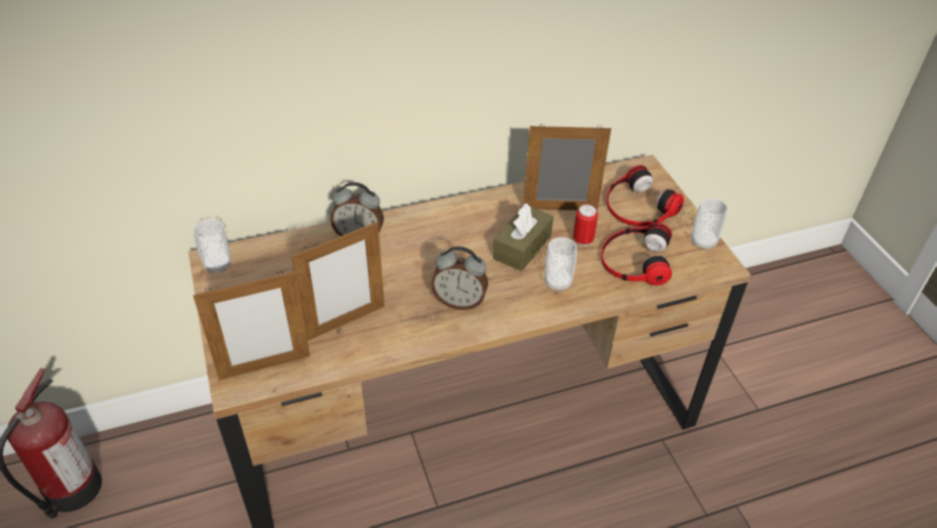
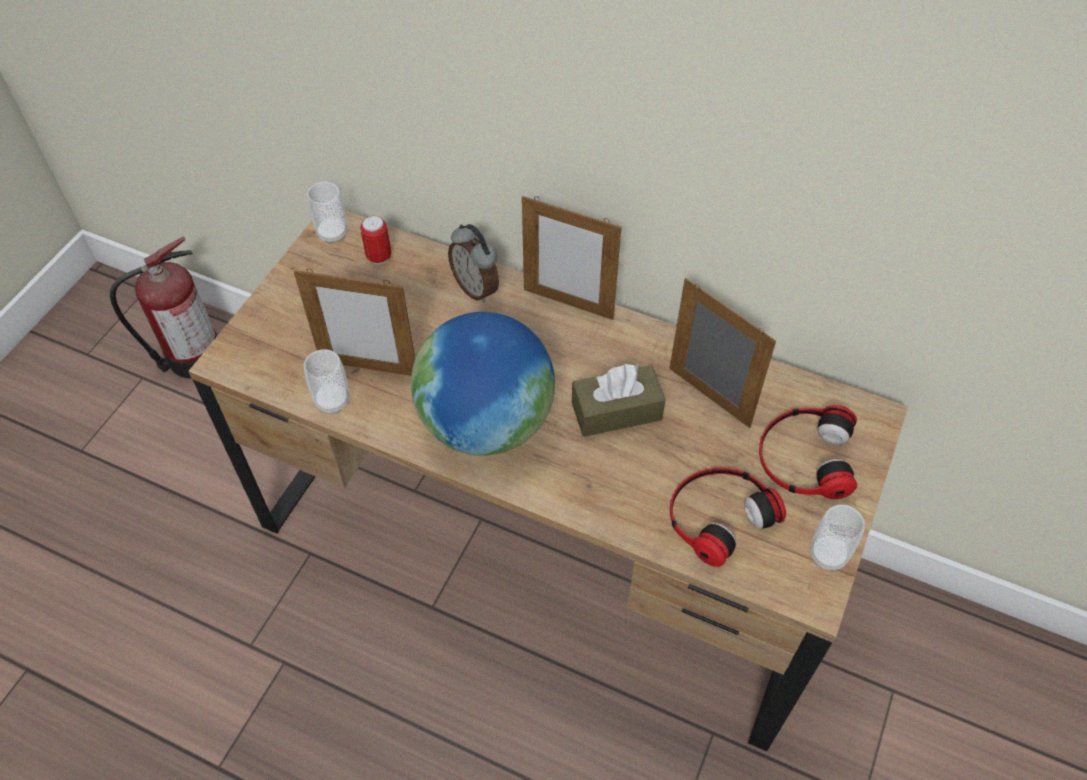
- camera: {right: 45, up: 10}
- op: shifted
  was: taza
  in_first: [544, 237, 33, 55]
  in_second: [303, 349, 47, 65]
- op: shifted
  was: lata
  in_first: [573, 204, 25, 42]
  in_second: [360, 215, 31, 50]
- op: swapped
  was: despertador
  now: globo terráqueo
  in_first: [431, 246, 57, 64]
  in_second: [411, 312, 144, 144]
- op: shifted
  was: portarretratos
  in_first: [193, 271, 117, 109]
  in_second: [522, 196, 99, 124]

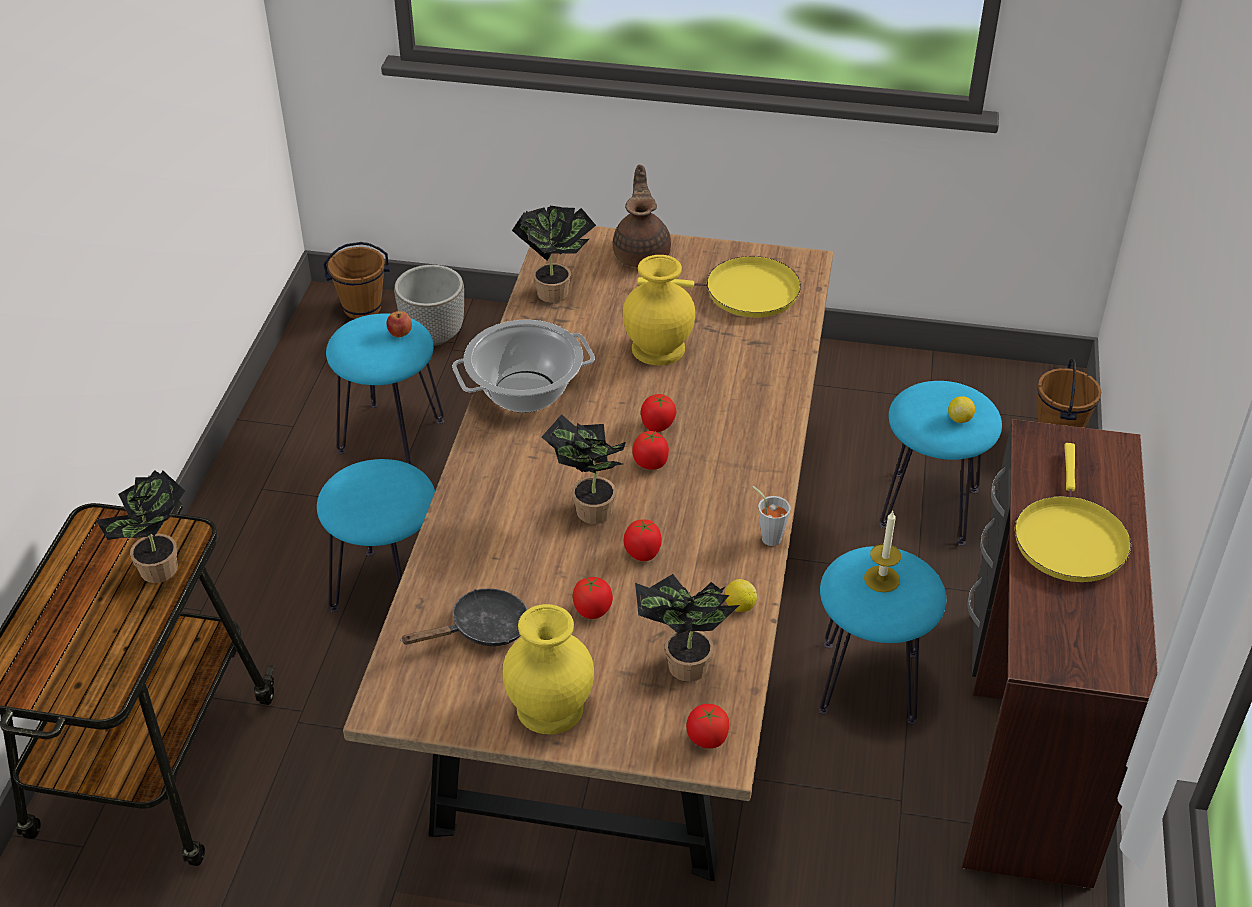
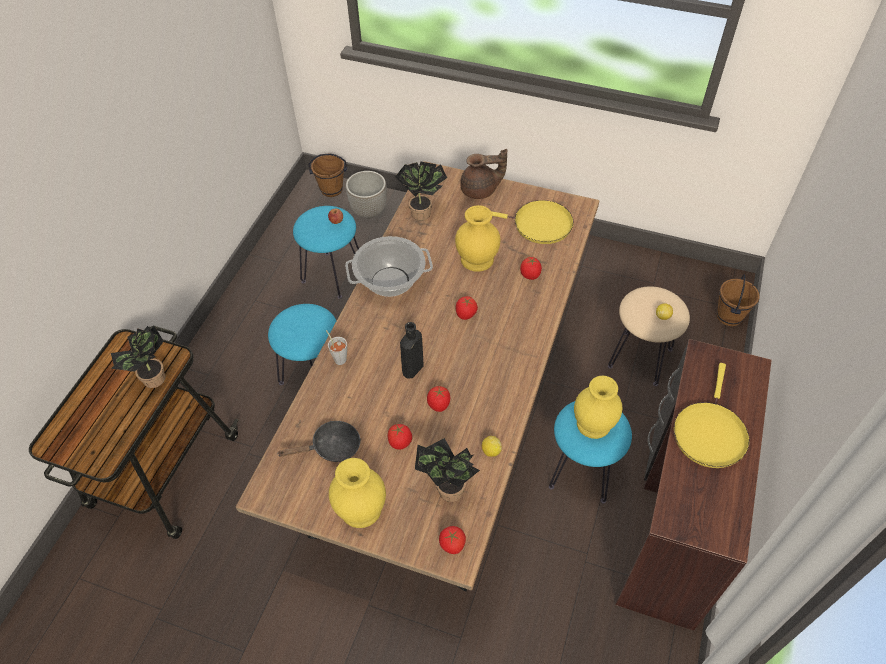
- camera: {right: 10, up: 10}
- op: shifted
  was: taza/gris
  in_first: [752, 486, 39, 60]
  in_second: [326, 330, 21, 35]
- op: swapped
  was: planta en maceta
  now: botella/negro
  in_first: [542, 414, 86, 110]
  in_second: [400, 322, 23, 56]
- op: rotated
  was: tetera/marrón
  in_first: [613, 165, 58, 102]
  in_second: [460, 149, 47, 50]
  clockwise: 75
- op: shifted
  was: tomate
  in_first: [632, 430, 37, 40]
  in_second: [520, 257, 22, 23]
- op: swapped
  was: vela
  now: florero/amarillo
  in_first: [864, 510, 37, 83]
  in_second: [574, 376, 48, 63]
- op: repainted
  was: taburete/turquesa
  now: taburete/beis
  in_first: [879, 381, 123, 165]
  in_second: [608, 286, 82, 100]

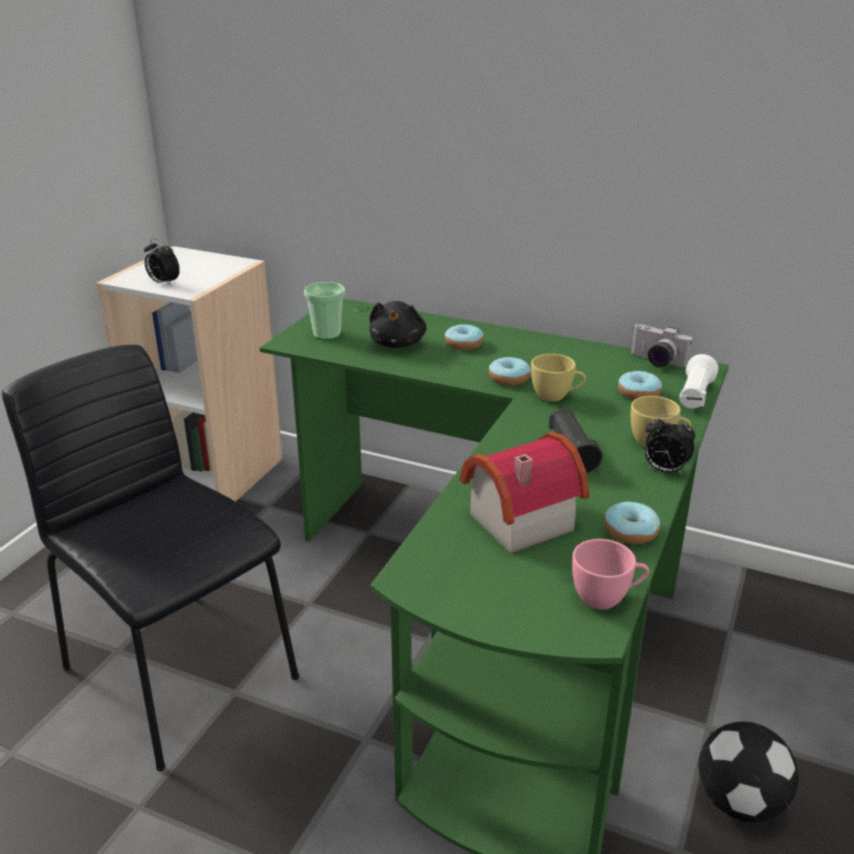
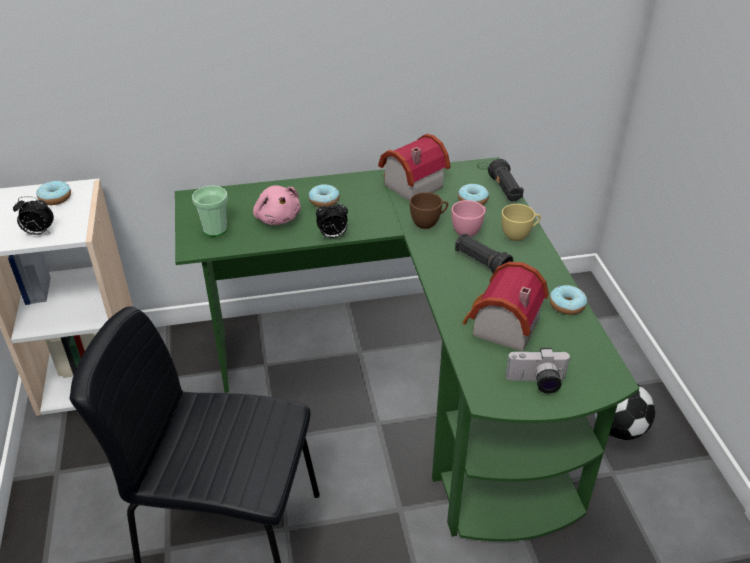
- camera: {right: -35, up: 10}
- op: shifted
  was: rosquilla
  in_first: [489, 357, 42, 29]
  in_second: [36, 181, 35, 24]
- op: repainted
  was: peluche/negro
  now: peluche/rosa
  in_first: [369, 301, 58, 47]
  in_second: [253, 185, 48, 40]
- op: shifted
  was: despertador
  in_first: [645, 414, 50, 62]
  in_second: [316, 201, 32, 37]
- op: new
  now: casita
  in_second: [378, 134, 72, 67]
- op: repainted
  was: taza/amarillo
  now: taza/marrón
  in_first: [531, 354, 55, 48]
  in_second: [410, 192, 38, 37]
- op: shifted
  was: taza/rosa
  in_first: [572, 539, 77, 71]
  in_second: [452, 200, 34, 37]
- op: repainted
  was: linterna/blanco
  now: linterna/negro
  in_first: [679, 354, 39, 55]
  in_second: [488, 159, 36, 43]
- op: shifted
  was: cámara
  in_first: [631, 324, 62, 44]
  in_second: [505, 348, 65, 45]

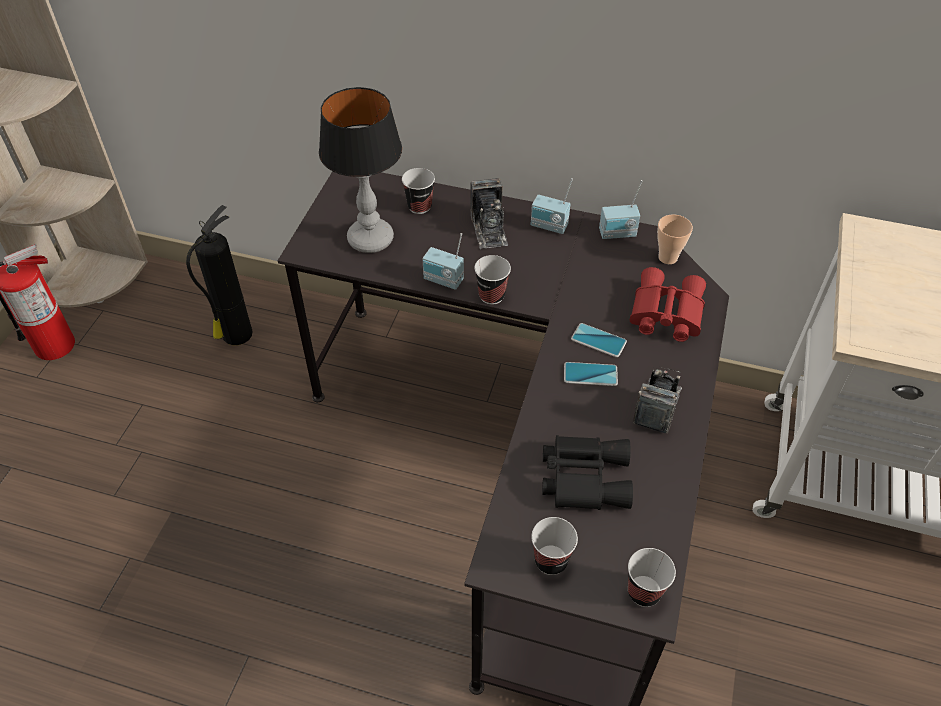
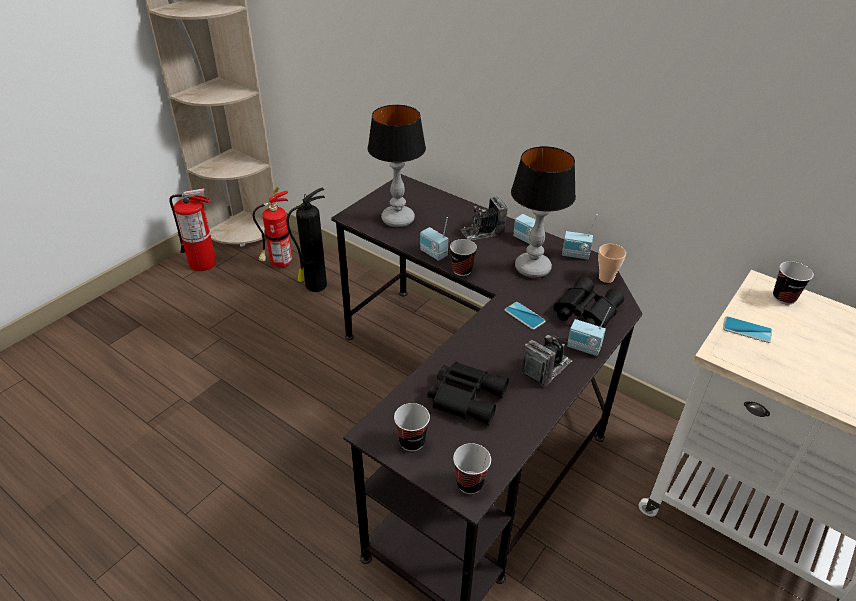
- camera: {right: 20, up: -10}
- op: new
  now: extintor
  in_second: [252, 187, 40, 81]
- op: rotated
  was: cámara
  in_first: [470, 178, 38, 71]
  in_second: [460, 197, 48, 43]
  clockwise: 60
- op: new
  now: lámpara de mesa
  in_second: [511, 146, 65, 132]
- op: repainted
  was: prismáticos/rojo
  now: prismáticos/negro
  in_first: [630, 267, 76, 75]
  in_second: [554, 276, 70, 52]
- op: new
  now: radio
  in_second: [567, 307, 44, 49]
- op: shifted
  was: móvil
  in_first: [564, 362, 54, 24]
  in_second: [723, 316, 50, 27]
- op: shifted
  was: taza
  in_first: [402, 168, 33, 46]
  in_second: [773, 261, 40, 44]

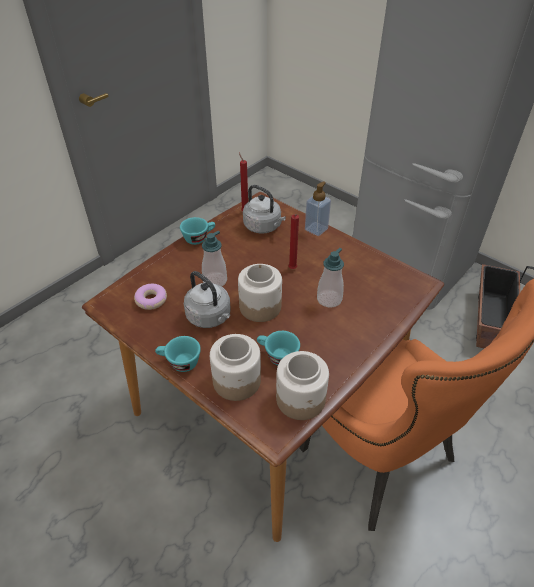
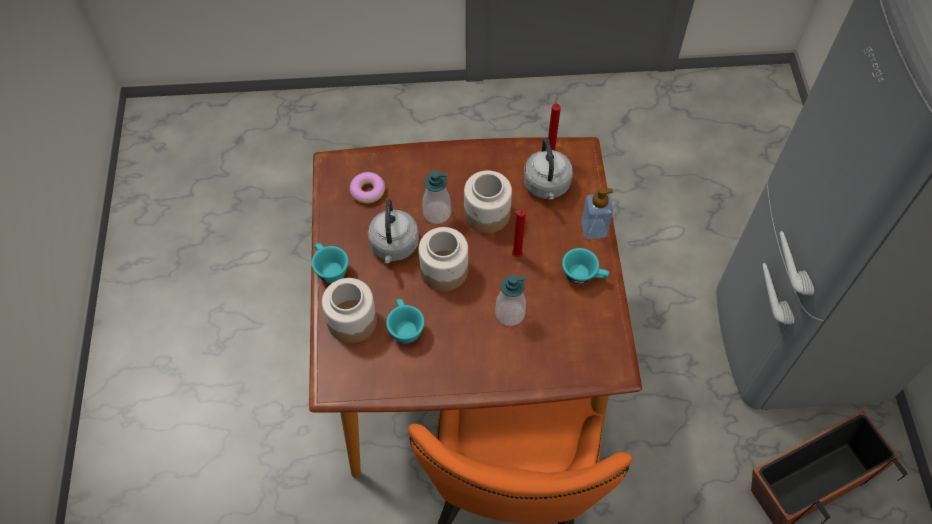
- camera: {right: 45, up: 15}
- op: shifted
  was: tarro
  in_first: [276, 351, 53, 69]
  in_second: [464, 170, 48, 63]
- op: shifted
  was: taza/turquesa
  in_first: [180, 217, 35, 28]
  in_second: [562, 248, 47, 37]

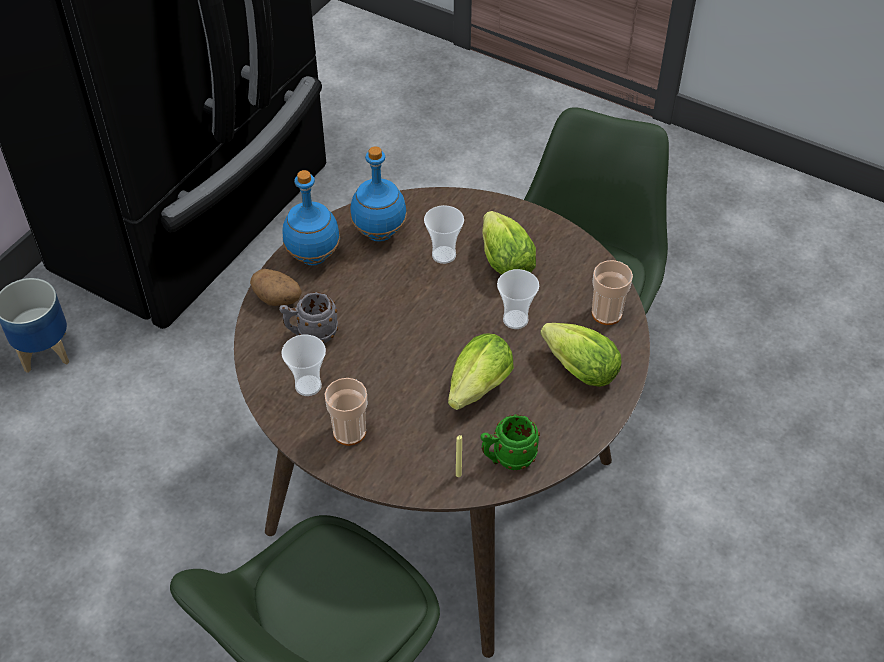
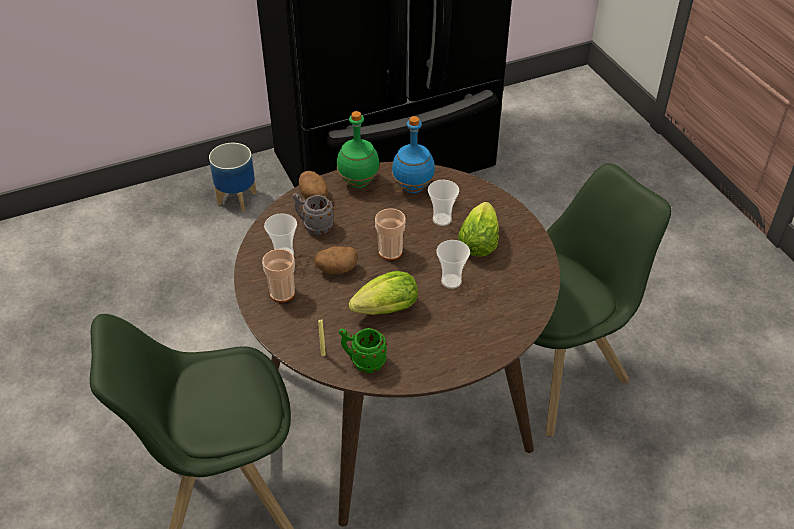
- camera: {right: 35, up: -5}
- op: new
  now: patata
  in_second: [314, 246, 44, 28]
- op: repainted
  was: botella/azul
  now: botella/verde
  in_first: [282, 170, 58, 96]
  in_second: [337, 111, 43, 77]
- op: shifted
  was: taza
  in_first: [592, 260, 41, 65]
  in_second: [375, 208, 31, 52]
- op: gone
  was: lechuga
  in_first: [540, 323, 81, 64]

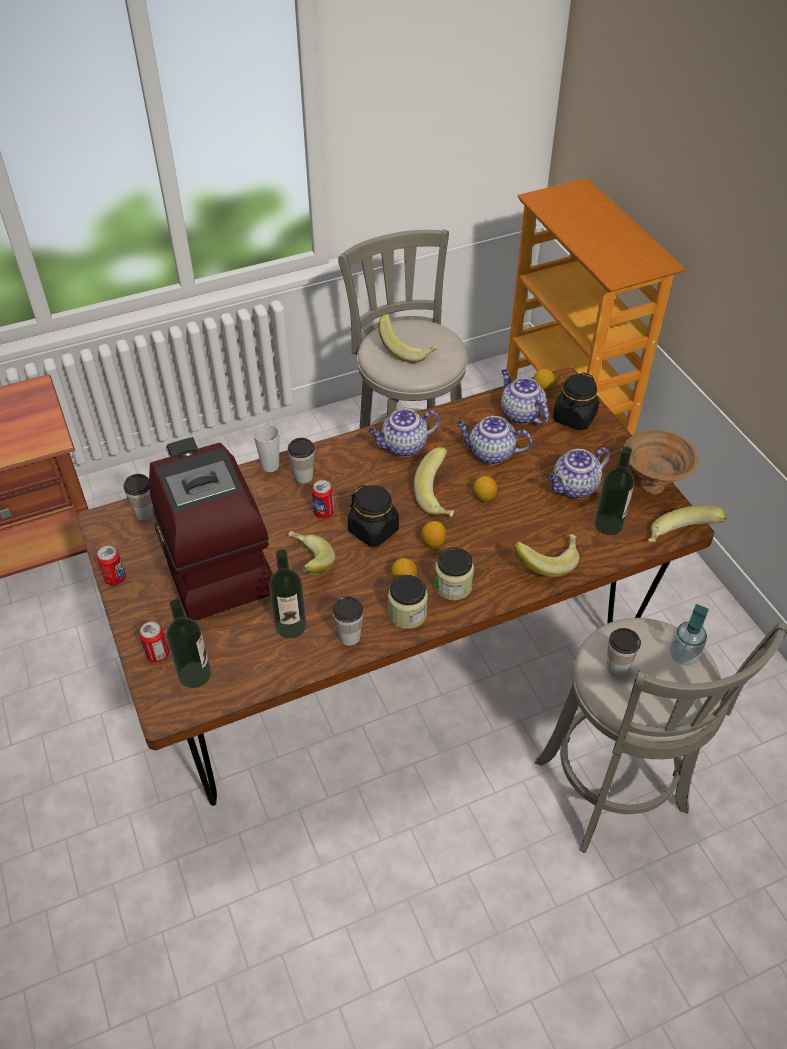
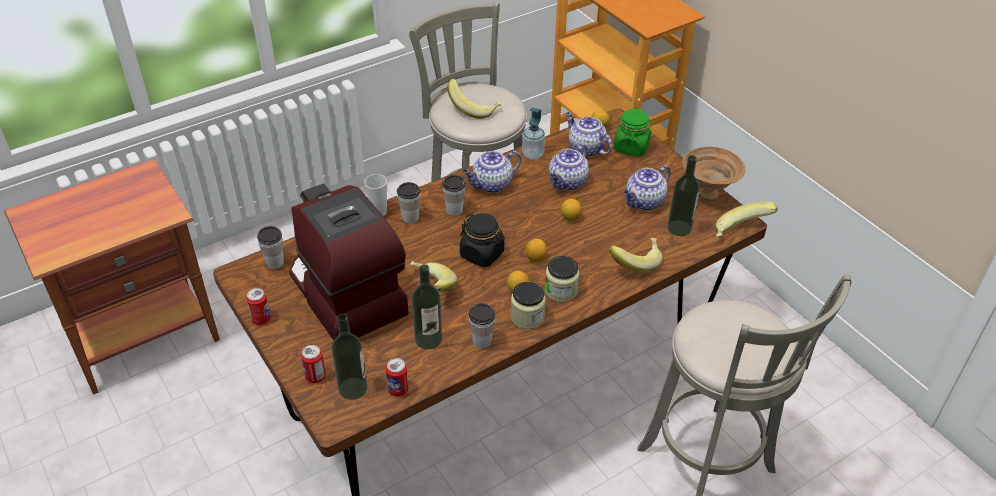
- camera: {right: -10, up: -5}
- op: shifted
  was: lata
  in_first: [312, 480, 22, 39]
  in_second: [386, 358, 23, 39]
- op: shifted
  was: taza
  in_first: [606, 628, 35, 48]
  in_second: [442, 175, 24, 41]
- op: shifted
  was: dispensador de jabón
  in_first: [670, 604, 39, 61]
  in_second: [522, 108, 23, 52]
- op: rotated
  was: tetera
  in_first: [456, 416, 76, 48]
  in_second: [549, 144, 40, 46]
  clockwise: -60
- op: repainted
  was: tarro/negro
  now: tarro/verde
  in_first: [553, 372, 46, 58]
  in_second: [614, 108, 37, 49]
- op: gone
  was: plátano
  in_first: [414, 447, 40, 70]

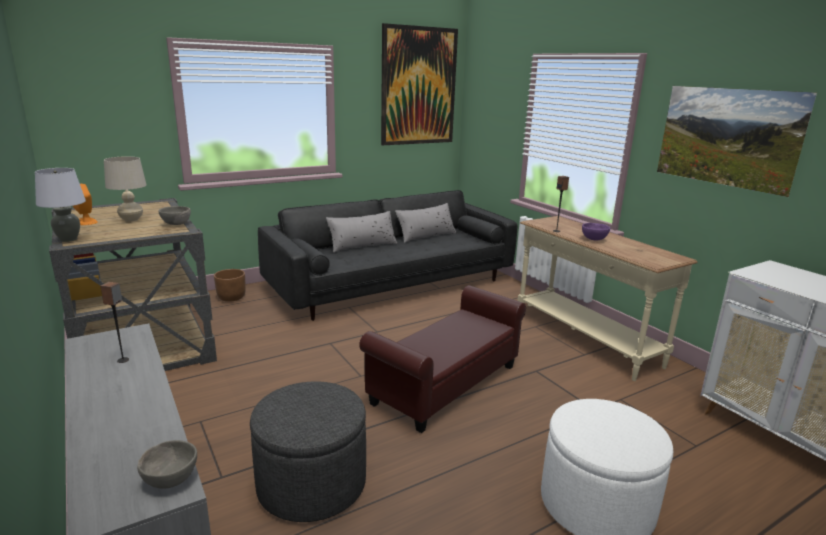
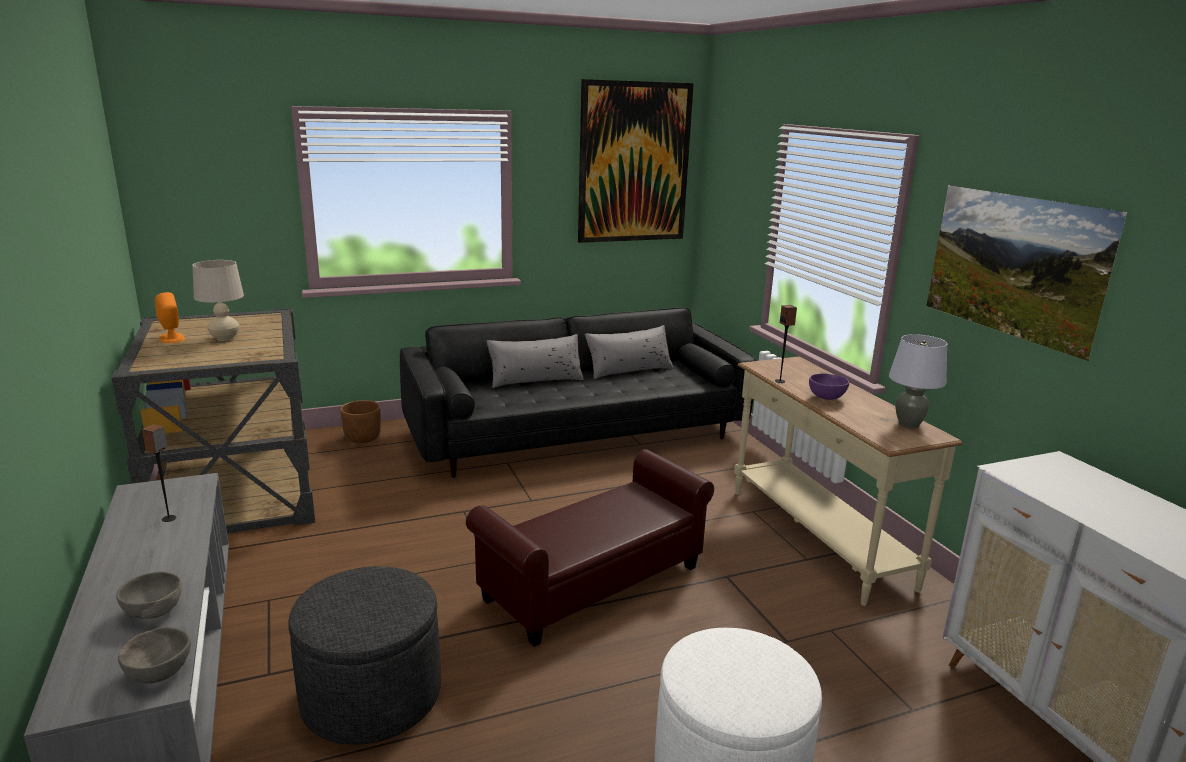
- camera: {right: 10, up: 0}
- op: shifted
  was: cuenco/gris
  in_first: [158, 206, 33, 19]
  in_second: [116, 571, 66, 48]
- op: shifted
  was: lámpara de mesa/gris
  in_first: [35, 168, 51, 74]
  in_second: [889, 334, 58, 94]

